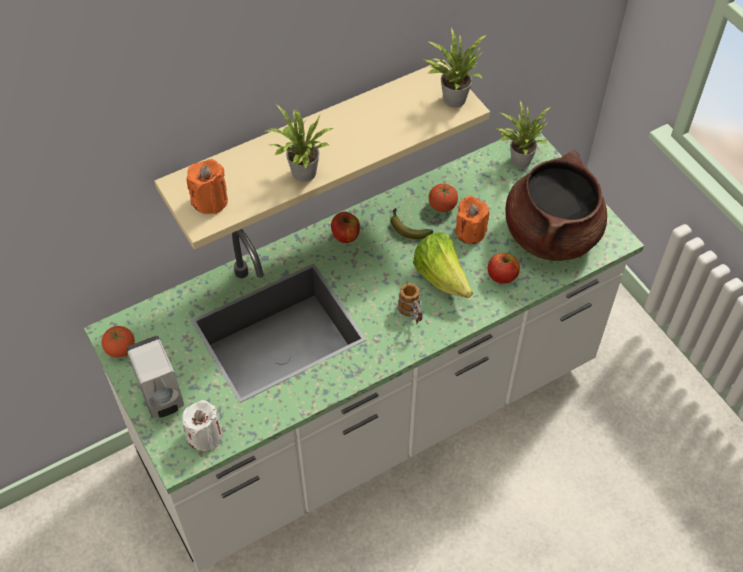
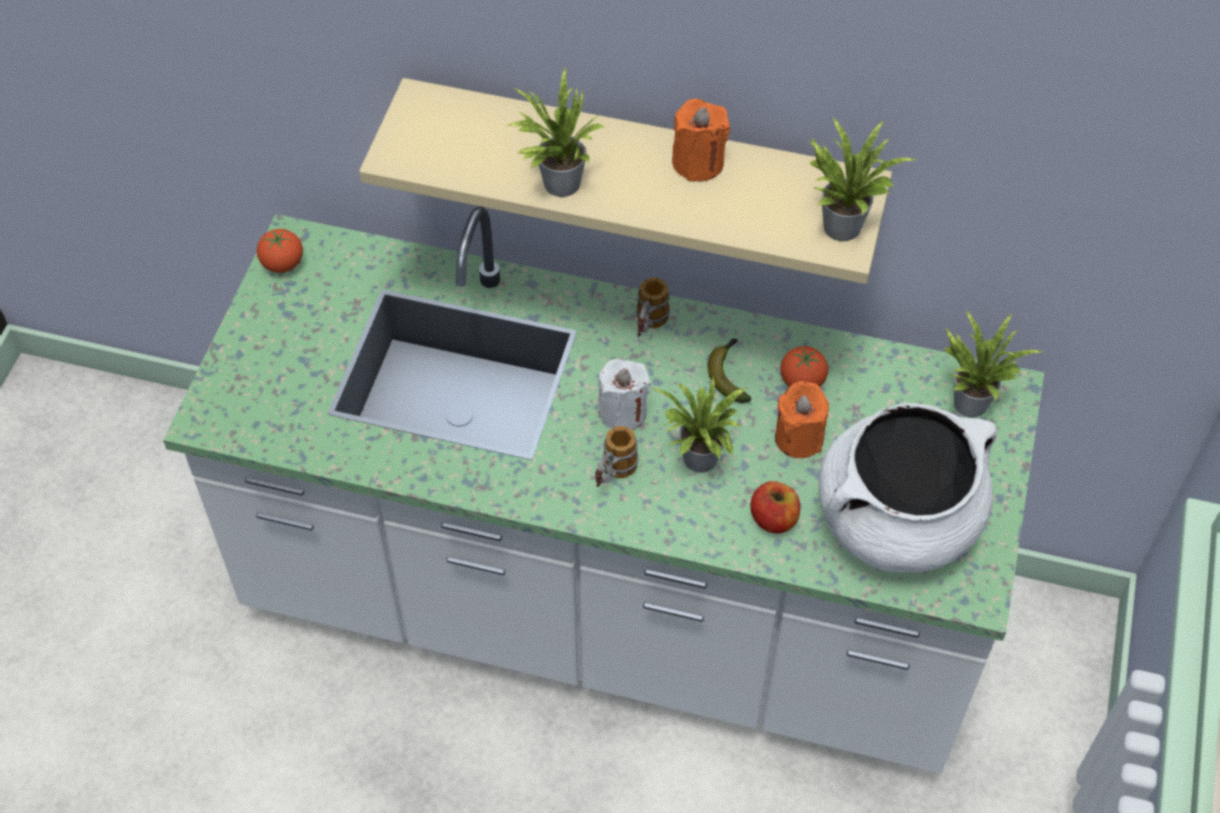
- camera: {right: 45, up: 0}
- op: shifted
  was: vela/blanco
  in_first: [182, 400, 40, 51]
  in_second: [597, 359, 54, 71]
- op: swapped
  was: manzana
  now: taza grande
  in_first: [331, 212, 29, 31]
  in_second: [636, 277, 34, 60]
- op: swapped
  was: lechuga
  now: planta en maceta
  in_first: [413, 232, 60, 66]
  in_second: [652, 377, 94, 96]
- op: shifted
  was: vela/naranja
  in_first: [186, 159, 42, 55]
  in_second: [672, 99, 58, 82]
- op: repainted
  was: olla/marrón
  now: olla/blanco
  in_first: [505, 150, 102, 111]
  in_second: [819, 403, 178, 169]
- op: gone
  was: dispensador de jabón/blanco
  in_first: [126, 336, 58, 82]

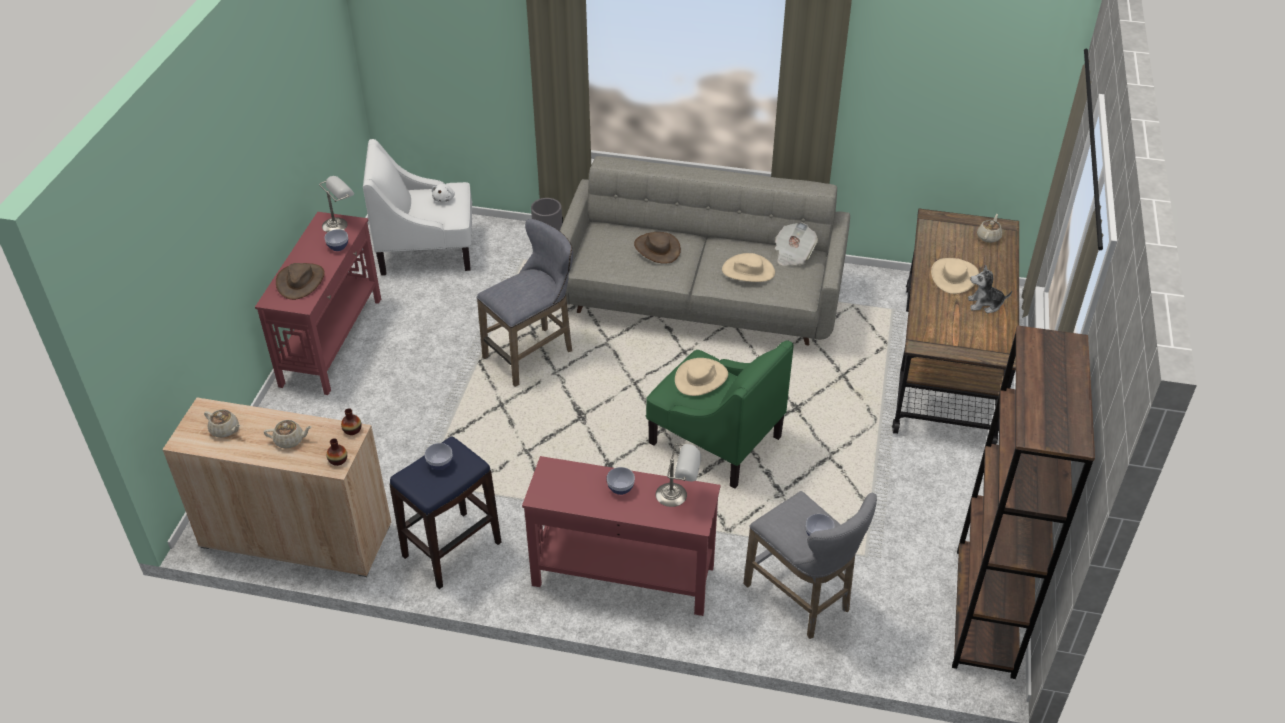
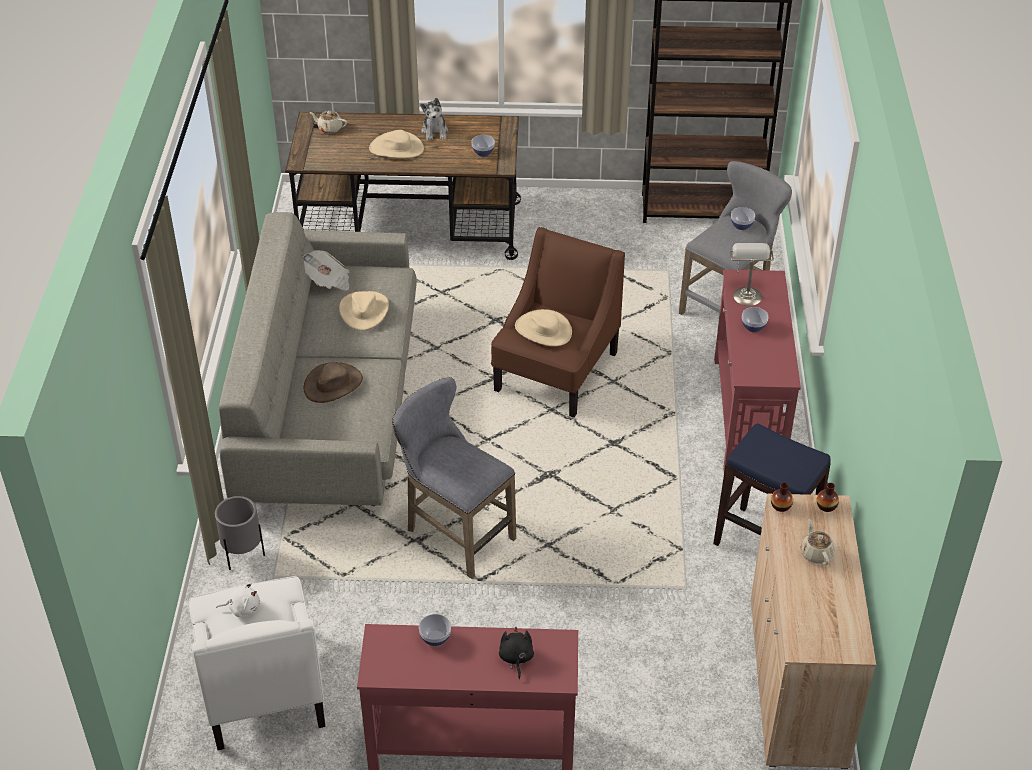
- camera: {right: -100, up: 0}
- op: shifted
  was: cuenco
  in_first: [425, 443, 27, 27]
  in_second: [472, 135, 23, 22]
- op: repainted
  was: sillón/verde
  now: sillón/marrón
  in_first: [646, 340, 147, 149]
  in_second: [491, 227, 134, 191]
- op: swapped
  was: sombrero/marrón
  now: peluche/negro
  in_first: [276, 263, 49, 37]
  in_second: [499, 626, 35, 53]
- op: gone
  was: tetera/beis
  in_first: [204, 409, 37, 29]
- op: gone
  was: lámpara de mesa/blanco
  in_first: [319, 176, 35, 57]

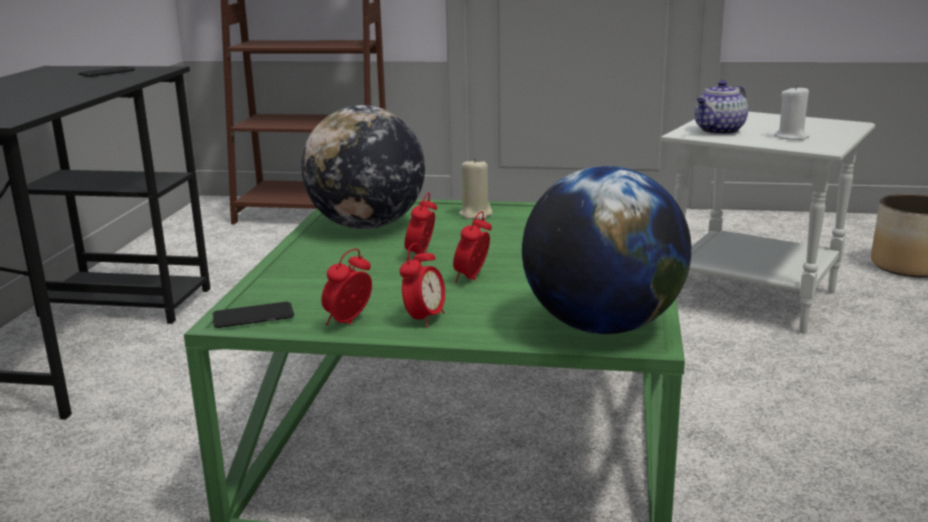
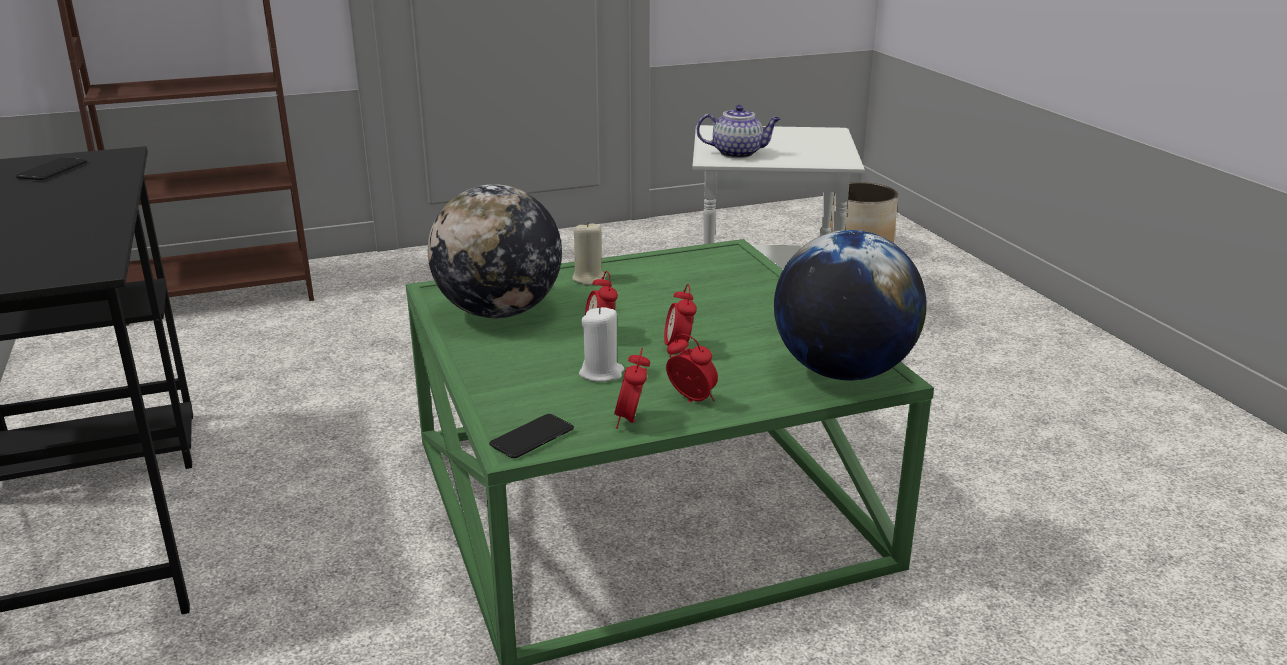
- camera: {right: -30, up: 5}
- op: shifted
  was: vela/blanco
  in_first: [774, 85, 36, 55]
  in_second: [579, 307, 45, 75]
- op: rotated
  was: despertador
  in_first: [399, 243, 46, 84]
  in_second: [666, 334, 52, 69]
  clockwise: -45
- op: rotated
  was: tetera
  in_first: [694, 80, 54, 55]
  in_second: [696, 105, 84, 53]
  clockwise: -105

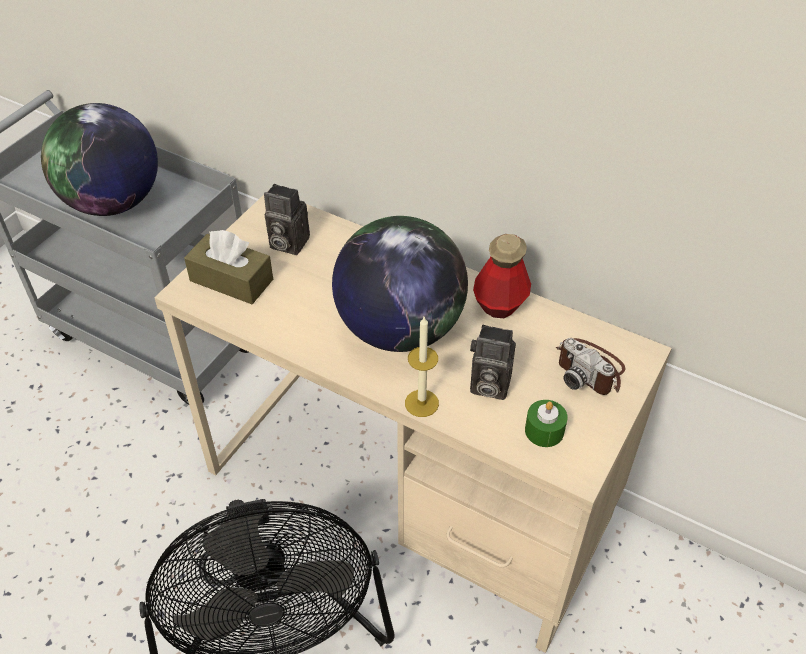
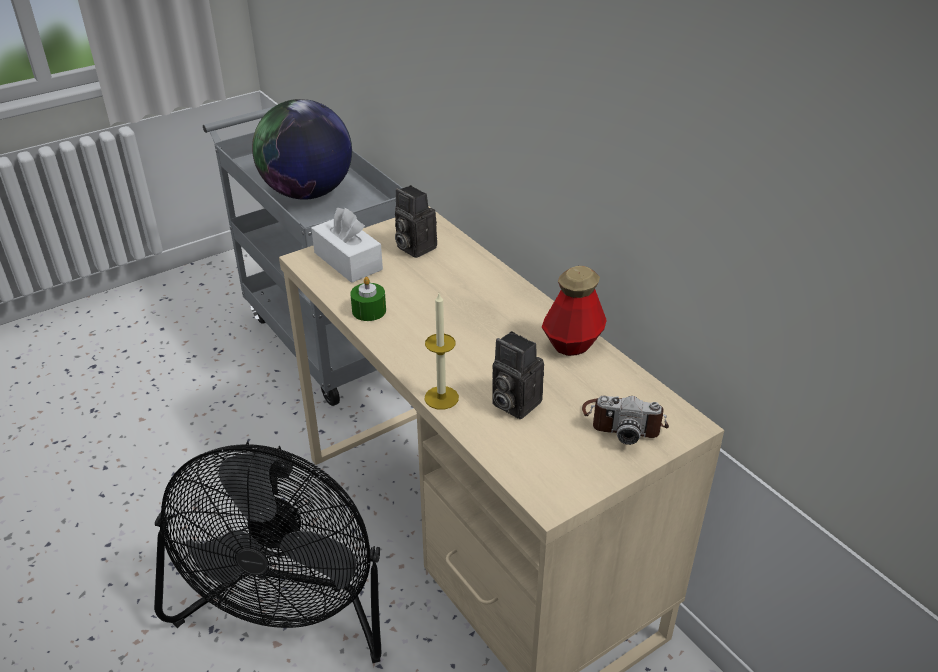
- camera: {right: 25, up: -10}
- op: repainted
  was: caja de pañuelos/marrón
  now: caja de pañuelos/blanco
  in_first: [184, 230, 89, 74]
  in_second: [311, 208, 72, 75]
- op: shifted
  was: vela/verde
  in_first: [525, 400, 43, 47]
  in_second: [350, 277, 36, 44]
- op: rotated
  was: cámara
  in_first: [556, 338, 69, 57]
  in_second: [582, 395, 87, 50]
  clockwise: -60
- op: gone
  was: globo terráqueo
  in_first: [332, 216, 136, 136]

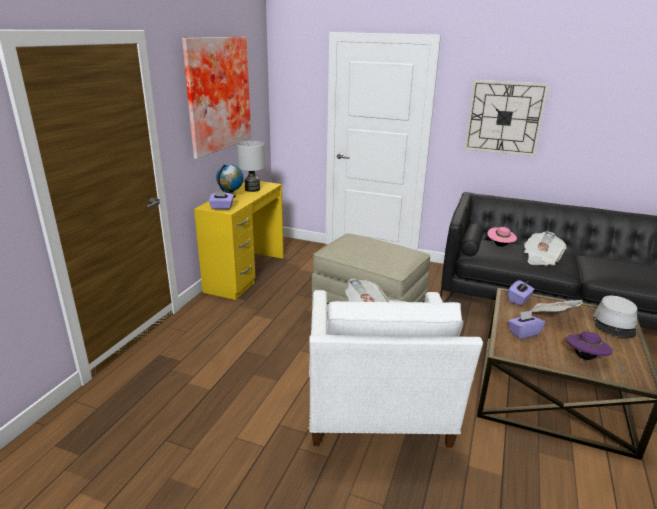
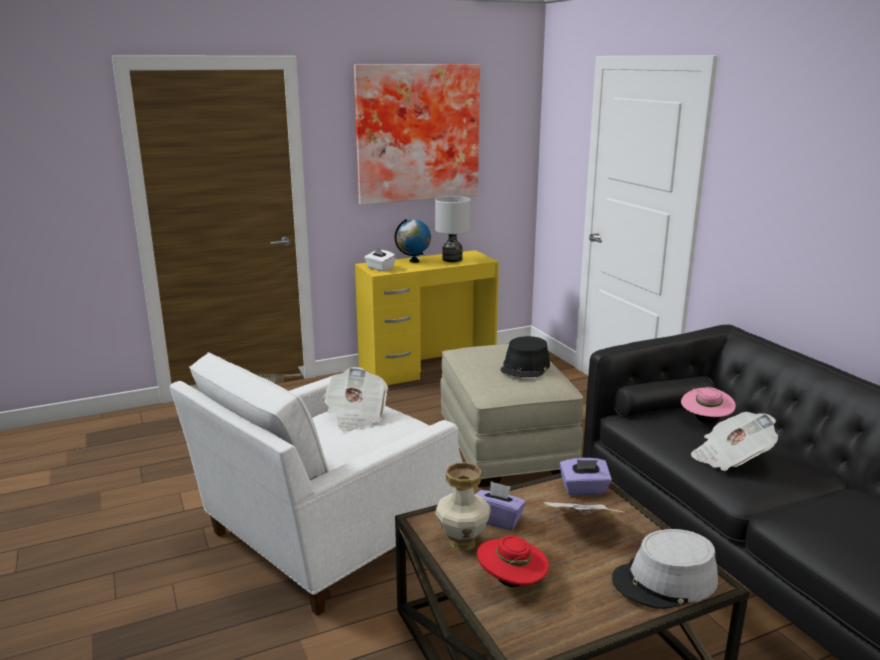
- camera: {right: 45, up: -5}
- op: repainted
  was: caja de pañuelos/morado
  now: caja de pañuelos/blanco
  in_first: [209, 191, 25, 18]
  in_second: [364, 246, 32, 25]
- op: new
  now: florero
  in_second: [435, 462, 56, 89]
- op: repainted
  was: sombrero/morado
  now: sombrero/rojo
  in_first: [567, 331, 46, 29]
  in_second: [477, 536, 72, 51]
- op: new
  now: sombrero/negro
  in_second: [500, 336, 50, 41]
- op: gone
  was: reloj de pared
  in_first: [464, 80, 85, 76]

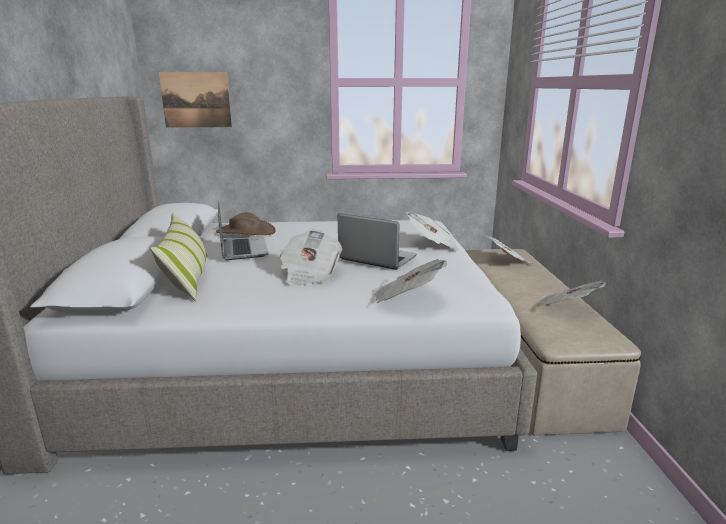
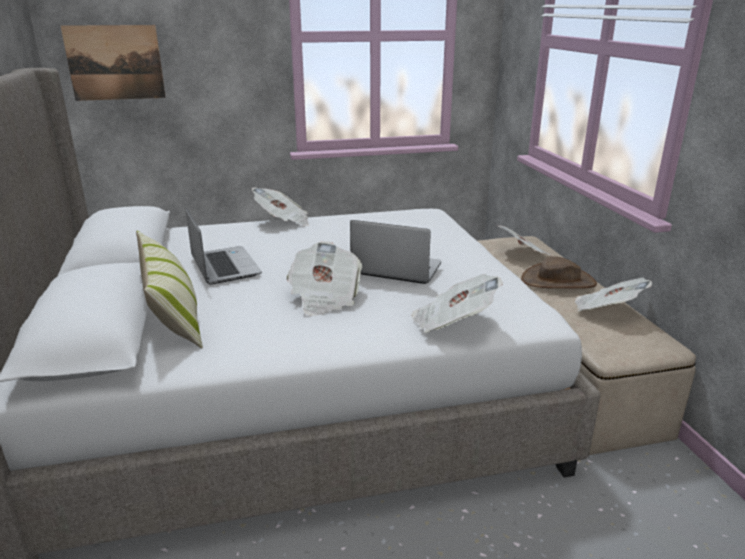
- camera: {right: -10, up: 5}
- op: shifted
  was: periódico
  in_first: [406, 212, 52, 38]
  in_second: [252, 188, 57, 38]
- op: shifted
  was: sombrero/marrón
  in_first: [216, 212, 60, 23]
  in_second: [521, 256, 76, 32]

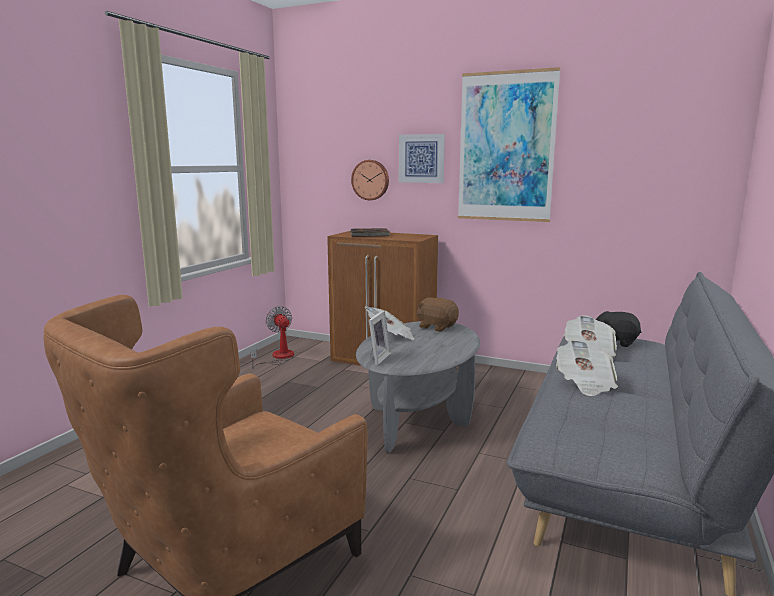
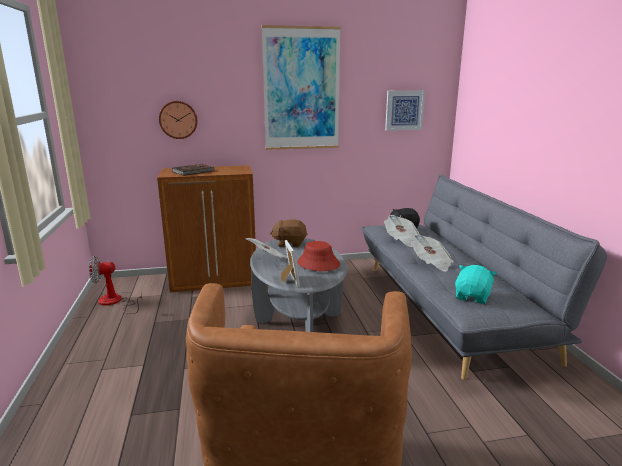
- camera: {right: -35, up: 5}
- op: rotated
  was: ventilador
  in_first: [250, 306, 44, 63]
  in_second: [89, 256, 53, 58]
  clockwise: -45
- op: new
  now: sombrero/rojo
  in_second: [297, 241, 43, 30]
- op: shifted
  was: cuadro
  in_first: [399, 134, 46, 49]
  in_second: [385, 90, 40, 41]
- op: new
  now: peluche/turquesa
  in_second: [455, 265, 42, 39]

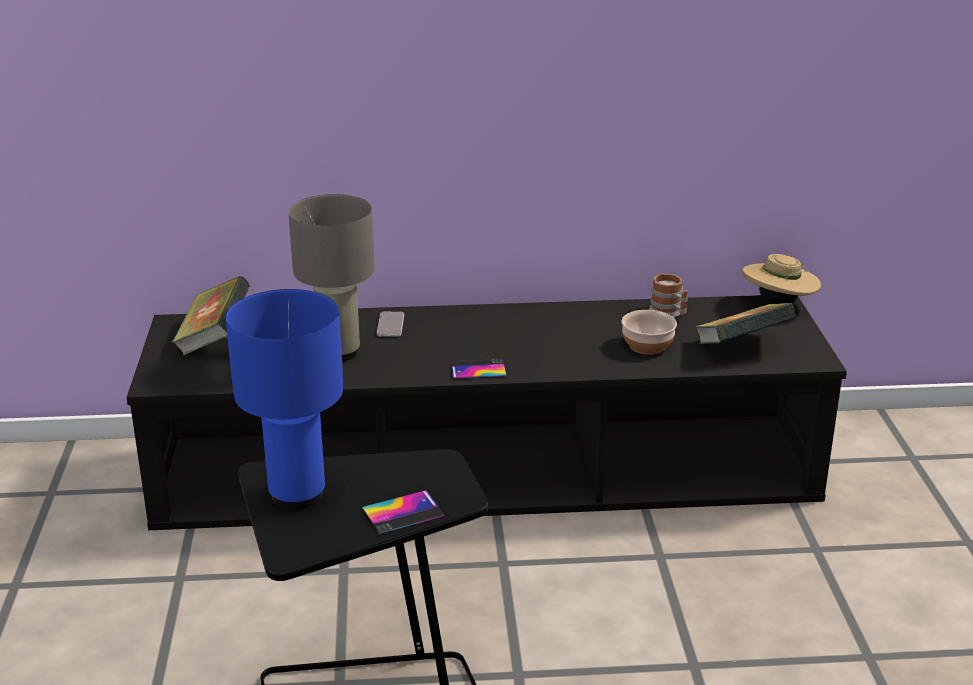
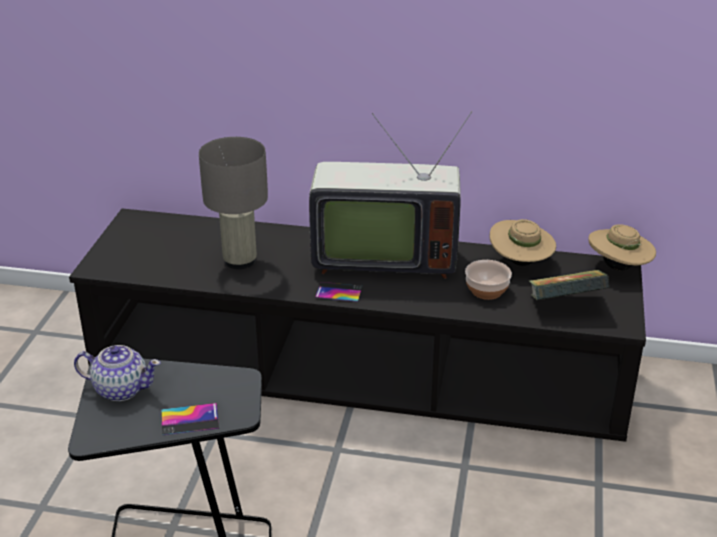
- camera: {right: 15, up: 5}
- op: swapped
  was: lámpara de mesa/azul
  now: tetera
  in_first: [226, 289, 117, 221]
  in_second: [74, 345, 87, 56]
- op: new
  now: televisor
  in_second: [309, 111, 164, 168]
- op: swapped
  was: taza grande
  now: sombrero/beis
  in_first: [649, 273, 39, 45]
  in_second: [489, 219, 67, 47]
- op: gone
  was: libro
  in_first: [172, 276, 78, 80]
- op: gone
  was: móvil
  in_first: [377, 312, 27, 25]

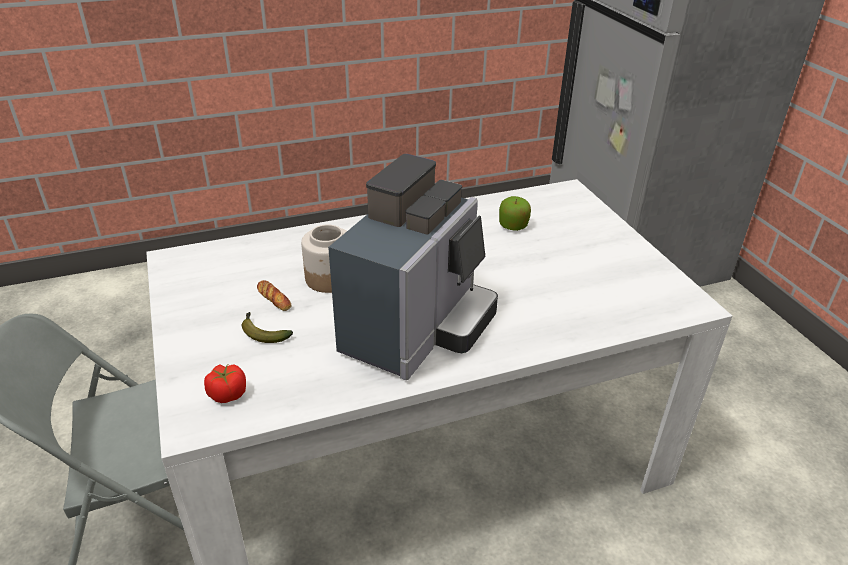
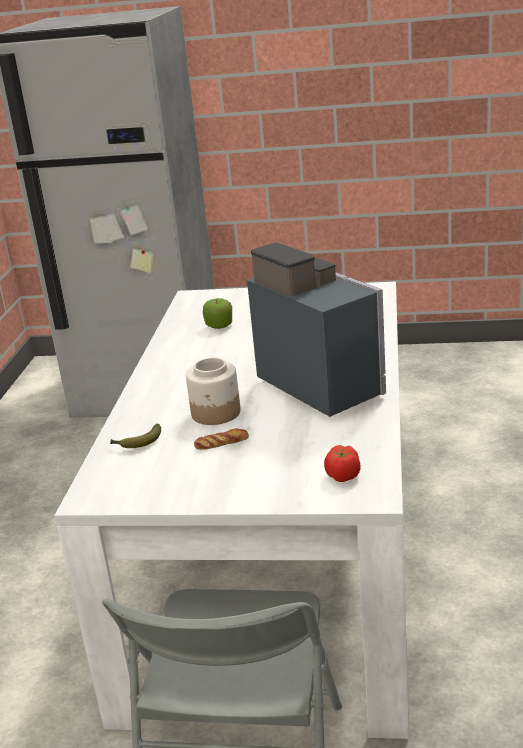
- camera: {right: -60, up: -10}
- op: shifted
  was: plátano
  in_first: [242, 312, 51, 31]
  in_second: [110, 424, 51, 24]

